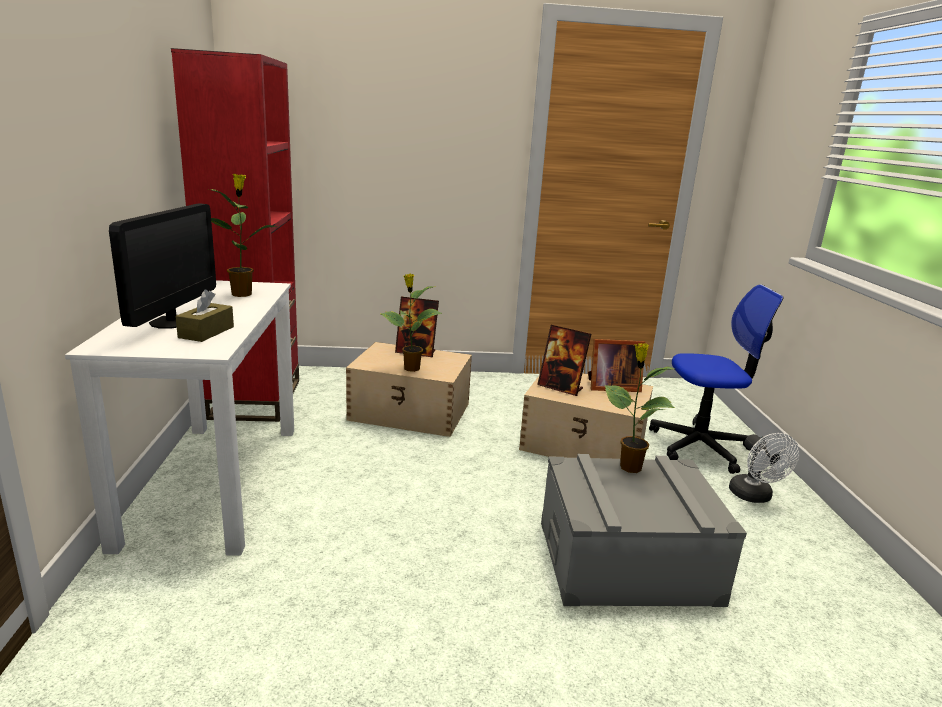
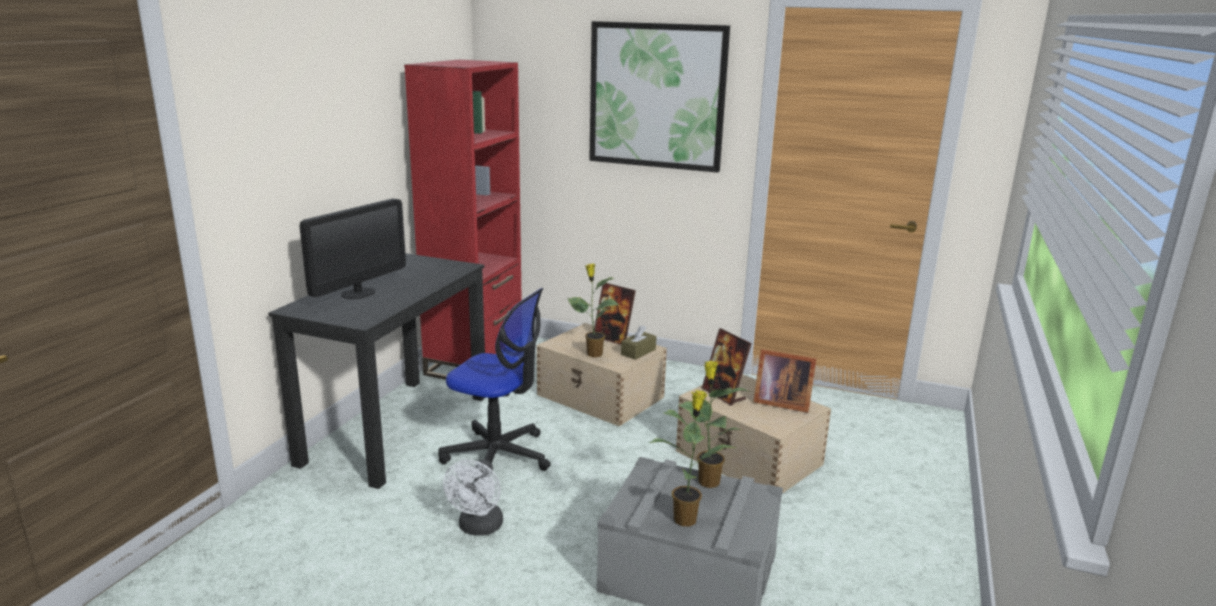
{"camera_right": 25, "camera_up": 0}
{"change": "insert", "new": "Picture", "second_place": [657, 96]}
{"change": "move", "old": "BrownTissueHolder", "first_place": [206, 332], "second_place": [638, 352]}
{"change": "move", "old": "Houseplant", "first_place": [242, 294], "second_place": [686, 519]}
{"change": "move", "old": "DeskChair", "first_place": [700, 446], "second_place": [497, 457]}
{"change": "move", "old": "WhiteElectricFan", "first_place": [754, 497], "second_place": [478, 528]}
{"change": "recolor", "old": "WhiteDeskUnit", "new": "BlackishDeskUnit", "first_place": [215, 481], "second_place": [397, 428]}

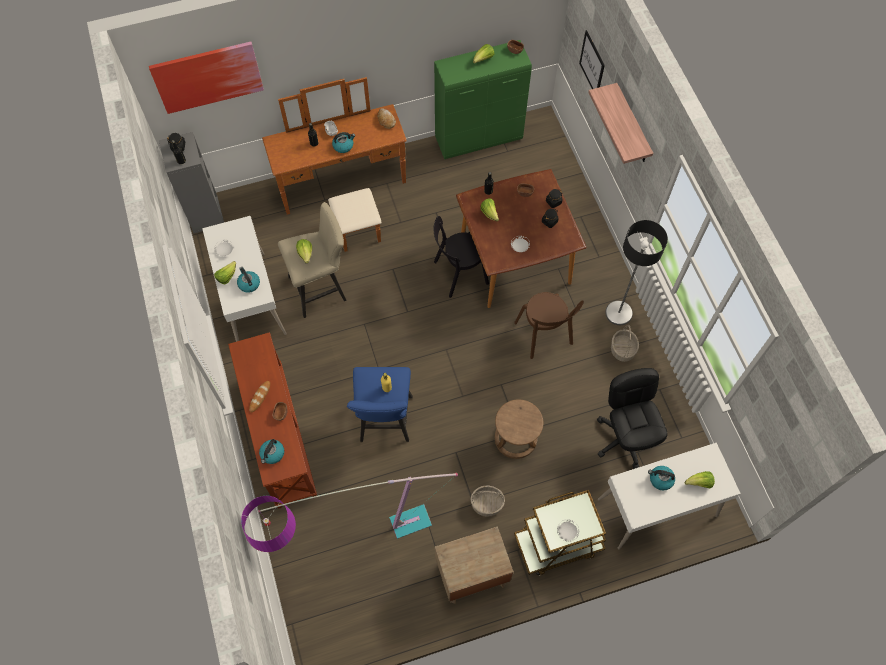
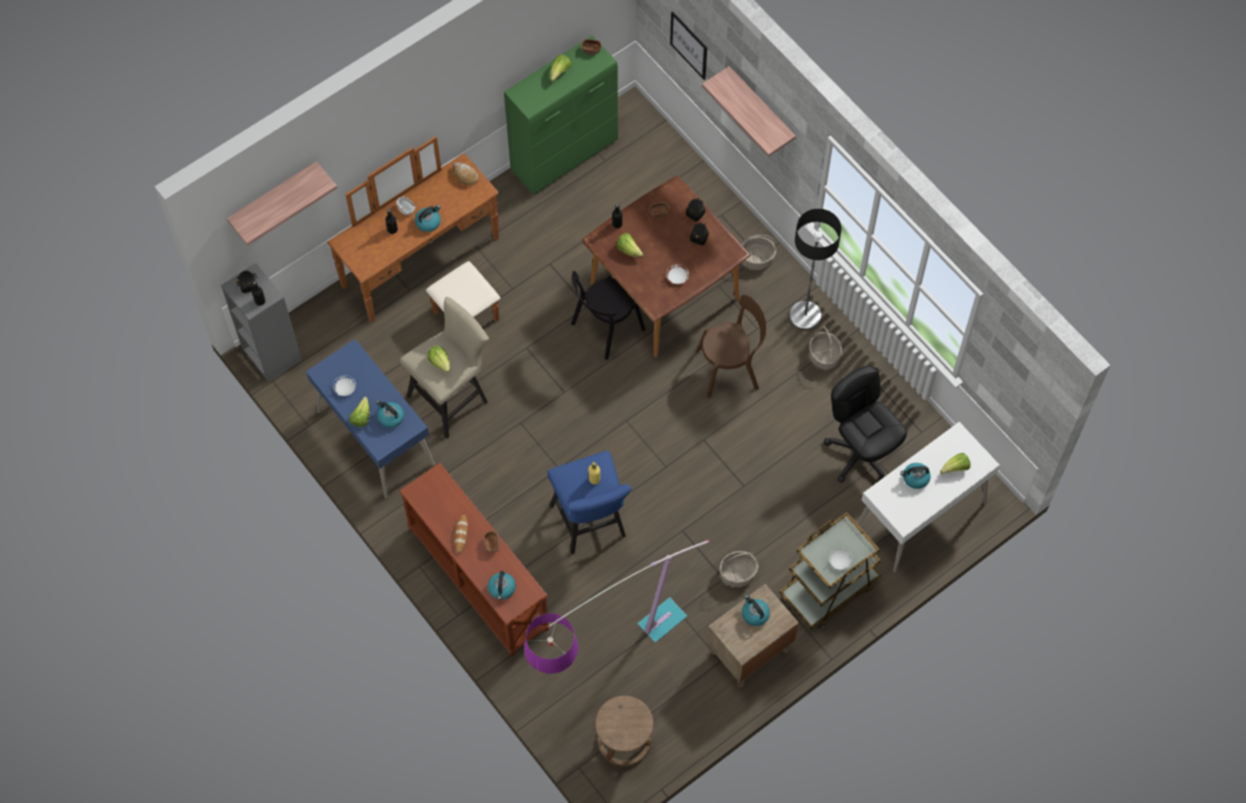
{"camera_right": -20, "camera_up": 0}
{"change": "insert", "new": "Basket", "second_place": [756, 259]}
{"change": "insert", "new": "TeaKettle", "second_place": [754, 614]}
{"change": "move", "old": "BrownStoolSeat", "first_place": [515, 439], "second_place": [624, 741]}
{"change": "replace", "old": "Picture", "new": "BracketShelf", "first_place": [207, 76], "second_place": [273, 197]}
{"change": "recolor", "old": "WhiteDeskUnit", "new": "BlueDeskUnit", "first_place": [251, 300], "second_place": [375, 438]}
{"change": "rotate", "old": "BrownUprightChair", "first_place": [544, 335], "second_place": [731, 368], "degrees": -60}

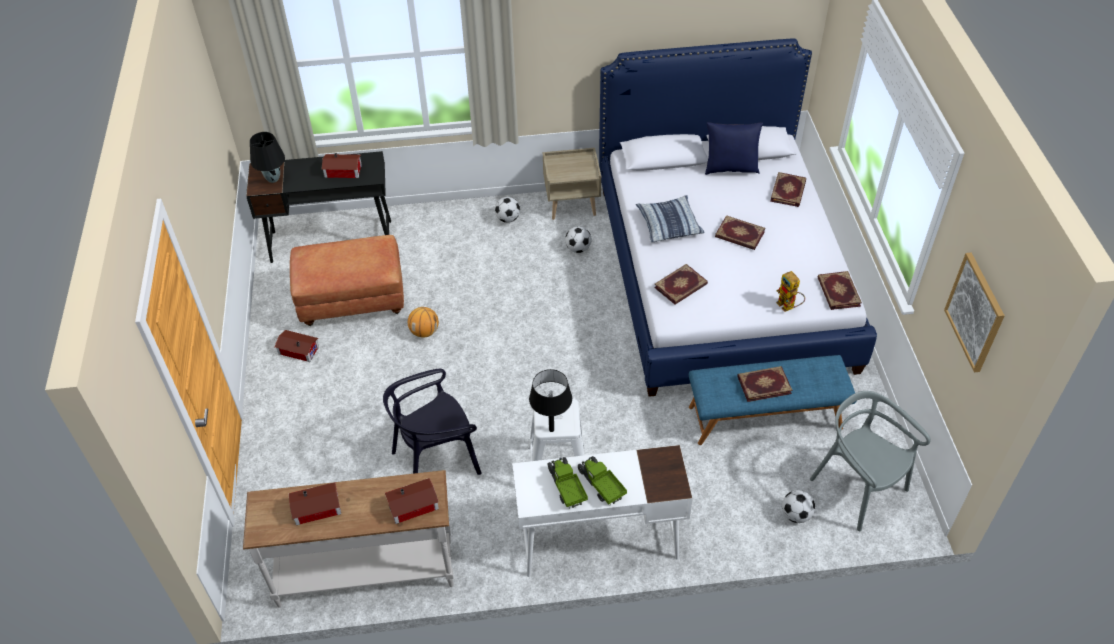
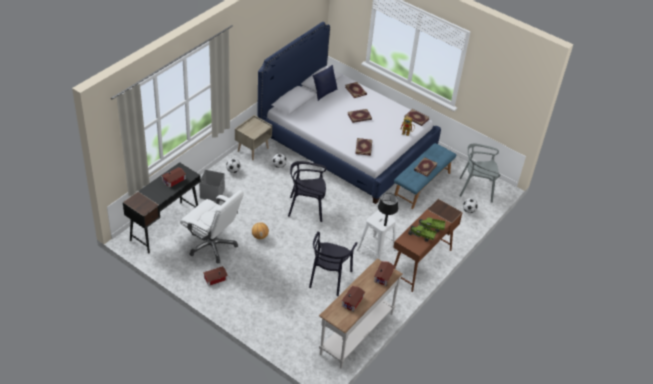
{"camera_right": -50, "camera_up": -5}
{"change": "delete", "old": "BlackishTabletopLamp", "first_place": [273, 178]}
{"change": "delete", "old": "Pillow", "first_place": [669, 224]}
{"change": "delete", "old": "Picture", "first_place": [975, 312]}
{"change": "insert", "new": "GreyishStorageBin", "second_place": [212, 192]}
{"change": "insert", "new": "BlackishUprightChair", "second_place": [306, 208]}
{"change": "replace", "old": "BrownPouffe", "new": "WhiteDeskChair", "first_place": [352, 303], "second_place": [212, 245]}
{"change": "recolor", "old": "WhiteDeskUnit", "new": "BrownDeskUnit", "first_place": [598, 543], "second_place": [421, 264]}

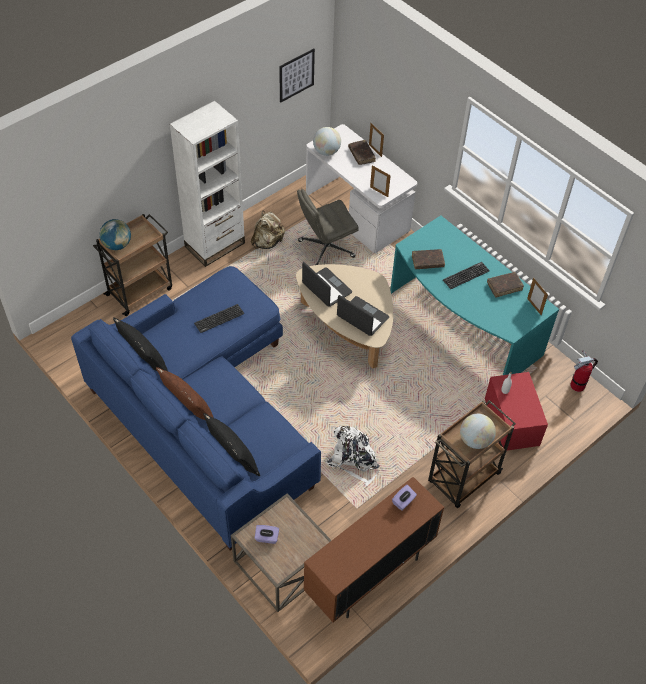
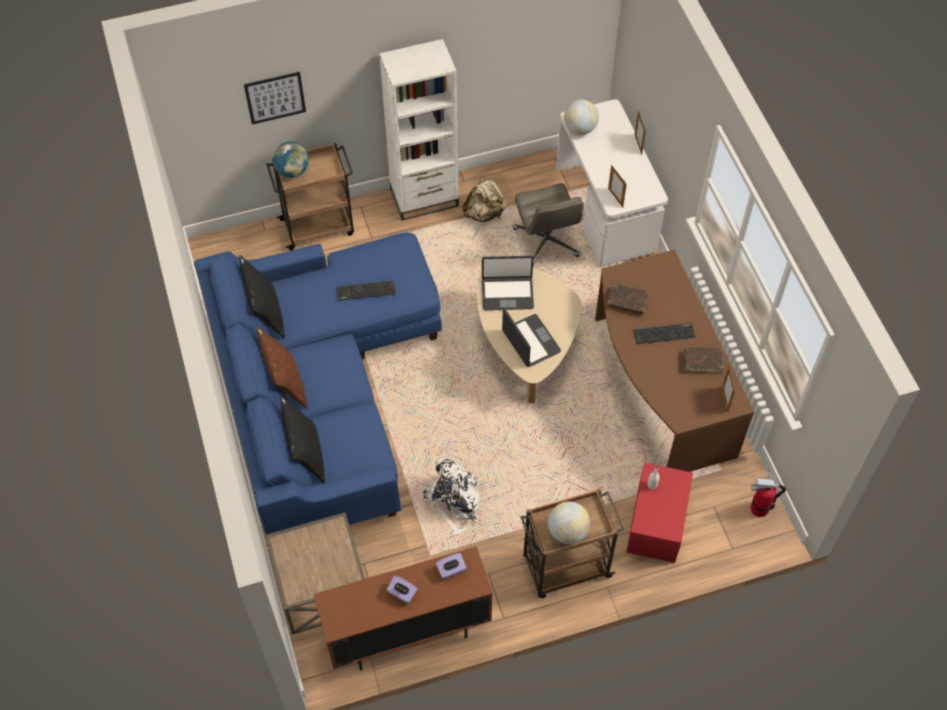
{"camera_right": 25, "camera_up": 5}
{"change": "delete", "old": "BrownBoundBook", "first_place": [361, 155]}
{"change": "move", "old": "PurplishTissueHolder", "first_place": [266, 538], "second_place": [402, 593]}
{"change": "move", "old": "Picture", "first_place": [296, 75], "second_place": [275, 97]}
{"change": "recolor", "old": "BlueGreenDeskUnit", "new": "BrownDeskUnit", "first_place": [461, 325], "second_place": [658, 388]}
{"change": "rotate", "old": "GreyishDeskChair", "first_place": [325, 249], "second_place": [546, 243], "degrees": -105}
{"change": "rotate", "old": "NotebookComputer", "first_place": [326, 288], "second_place": [507, 293], "degrees": 105}

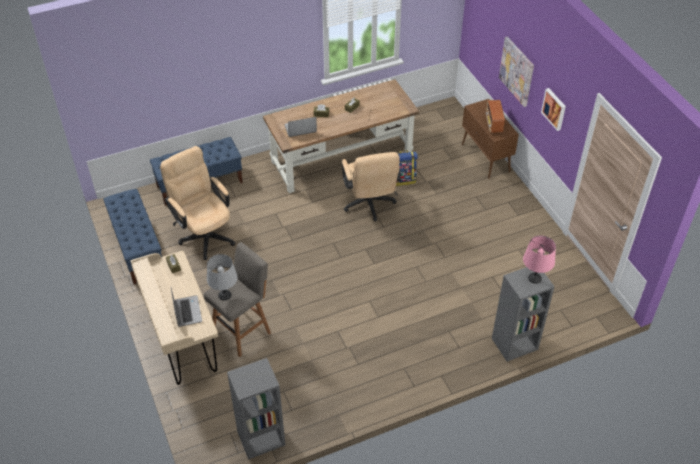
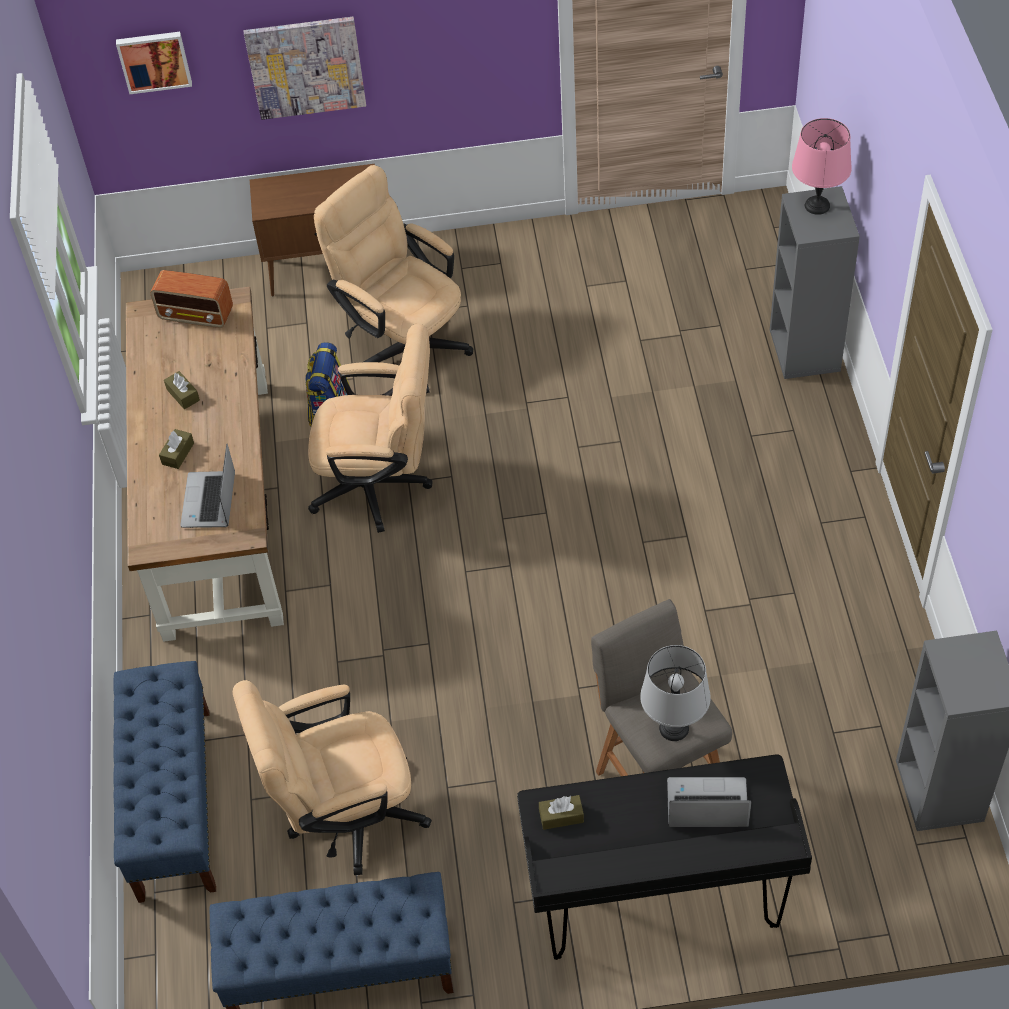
{"camera_right": -70, "camera_up": 5}
{"change": "insert", "new": "BeigeColouredDeskChair", "second_place": [404, 343]}
{"change": "move", "old": "RadioReceiver", "first_place": [493, 124], "second_place": [197, 315]}
{"change": "move", "old": "Picture", "first_place": [554, 108], "second_place": [154, 60]}
{"change": "recolor", "old": "BeigeColouredDeskUnit", "new": "BlackishDeskUnit", "first_place": [182, 342], "second_place": [658, 905]}

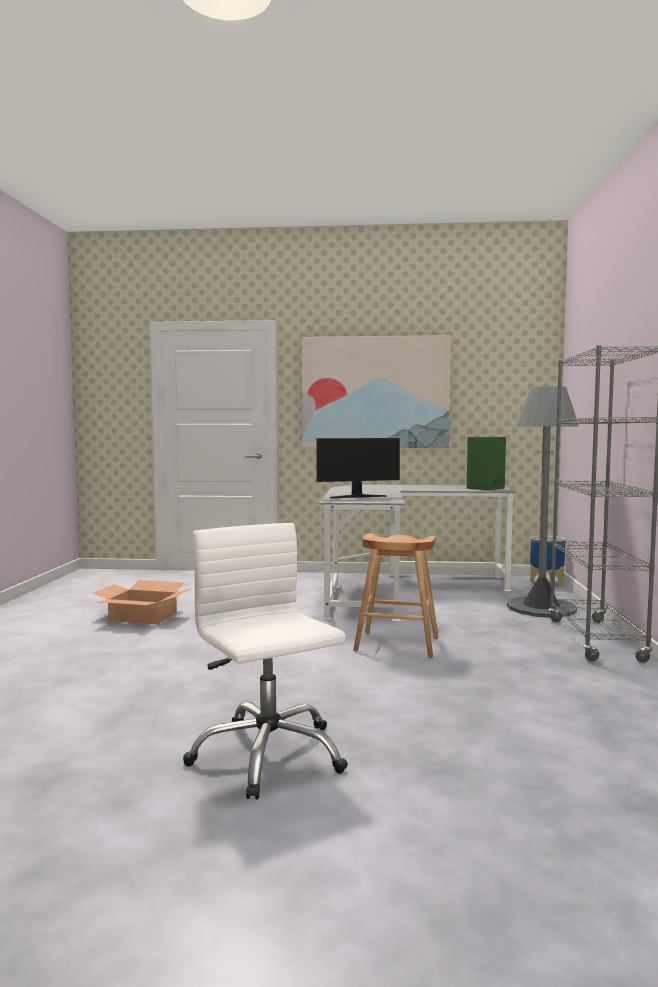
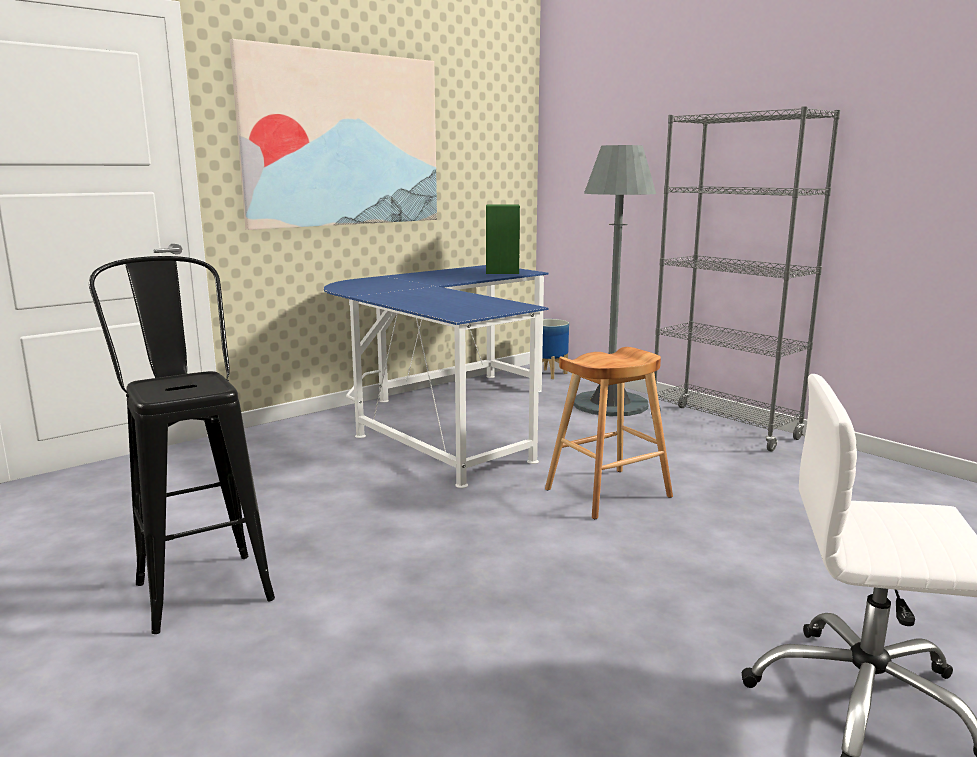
{"camera_right": -45, "camera_up": 10}
{"change": "delete", "old": "Monitor", "first_place": [357, 497]}
{"change": "replace", "old": "Carton", "new": "BlackishStoolSeat", "first_place": [143, 617], "second_place": [199, 581]}
{"change": "recolor", "old": "GreyishDeskUnit", "new": "BlueDeskUnit", "first_place": [400, 590], "second_place": [441, 419]}

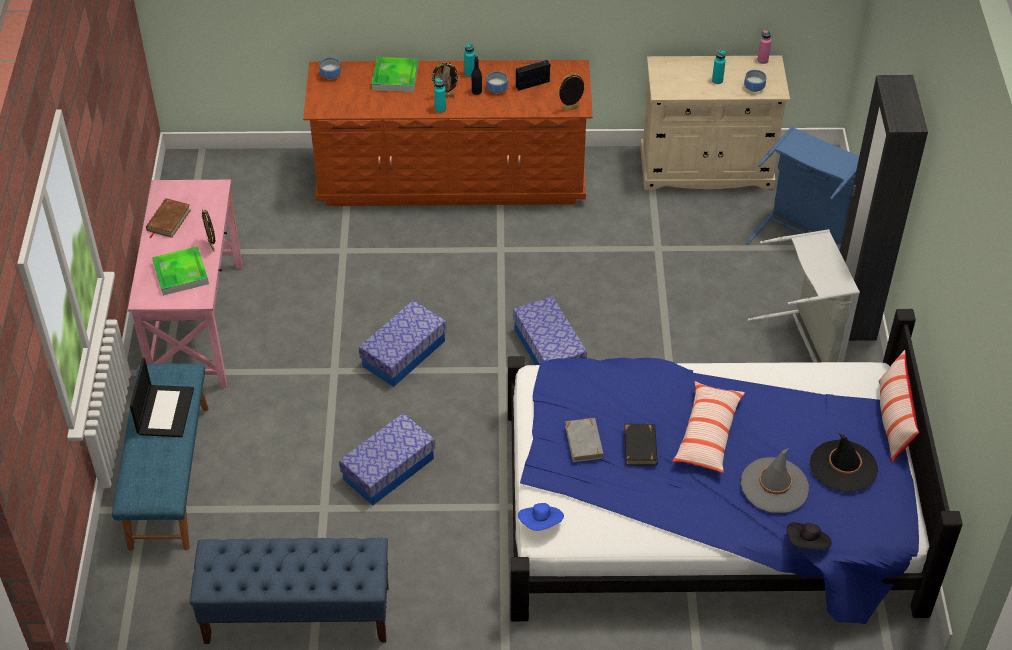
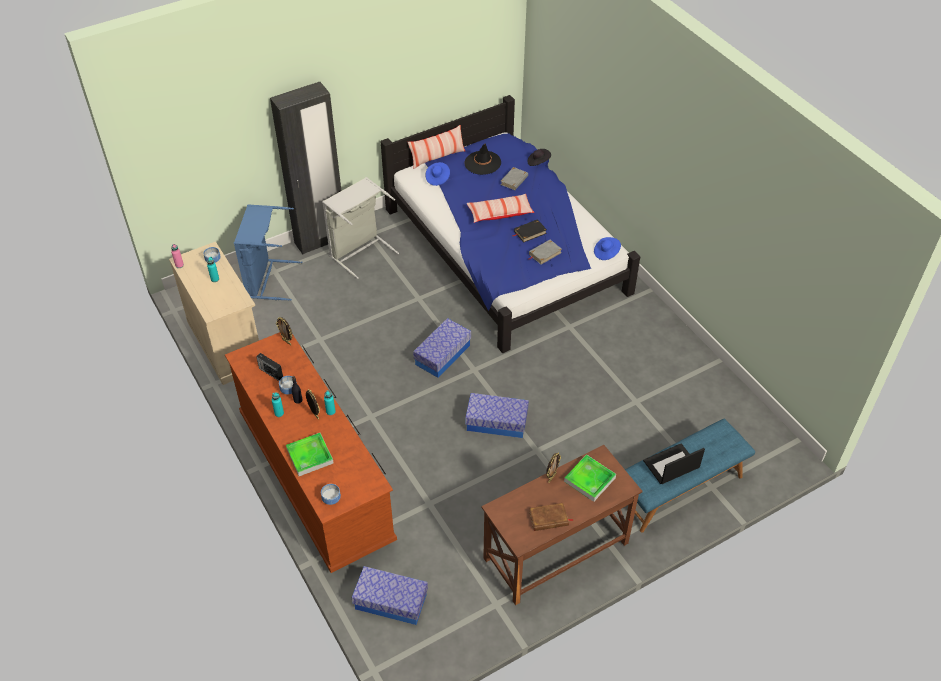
{"camera_right": -120, "camera_up": 0}
{"change": "delete", "old": "BlueIndoorBench", "first_place": [296, 614]}
{"change": "insert", "new": "BlueClothingHat", "second_place": [437, 178]}
{"change": "move", "old": "StorageBin", "first_place": [388, 469], "second_place": [390, 602]}
{"change": "replace", "old": "GreyishClothingHat", "new": "GreyishBoundBook", "first_place": [774, 485], "second_place": [514, 180]}
{"change": "recolor", "old": "PinkDeskUnit", "new": "BrownDeskUnit", "first_place": [197, 324], "second_place": [556, 551]}

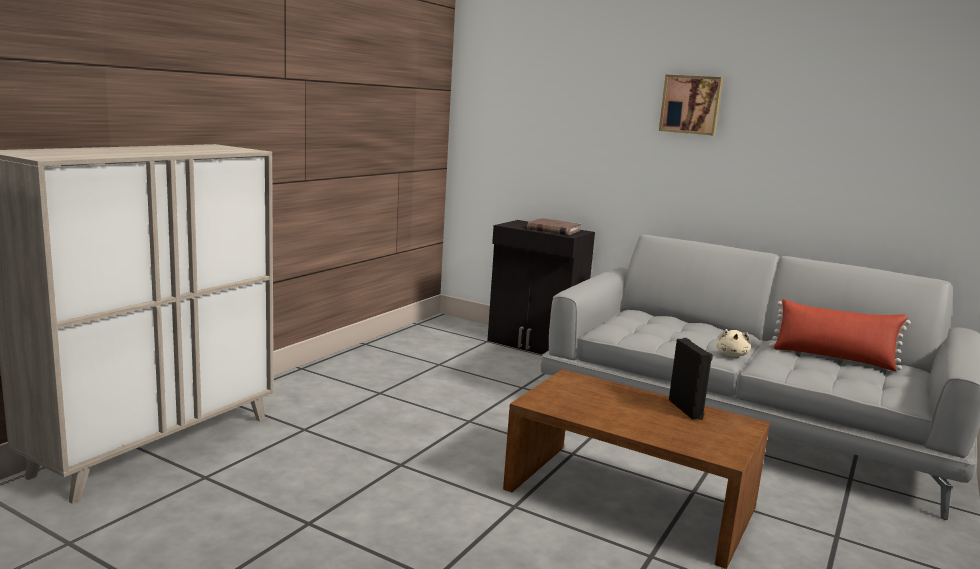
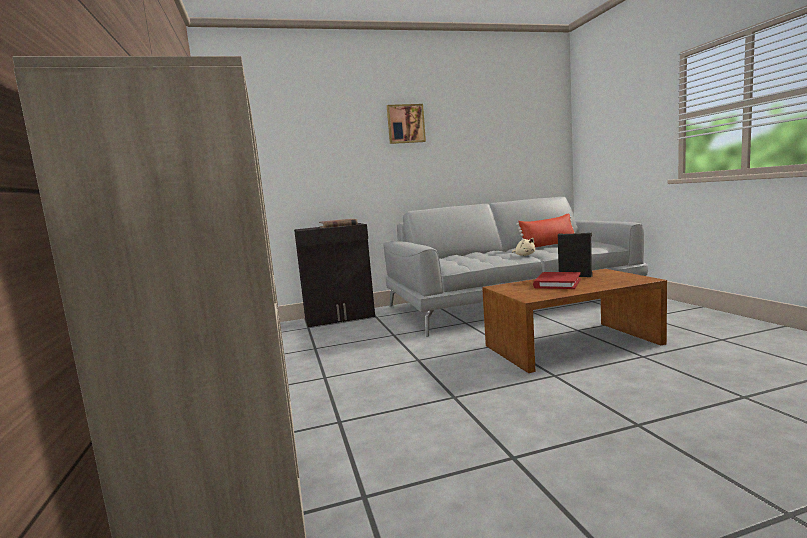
{"camera_right": -45, "camera_up": -5}
{"change": "insert", "new": "RedColouredBoundBook", "second_place": [557, 283]}

